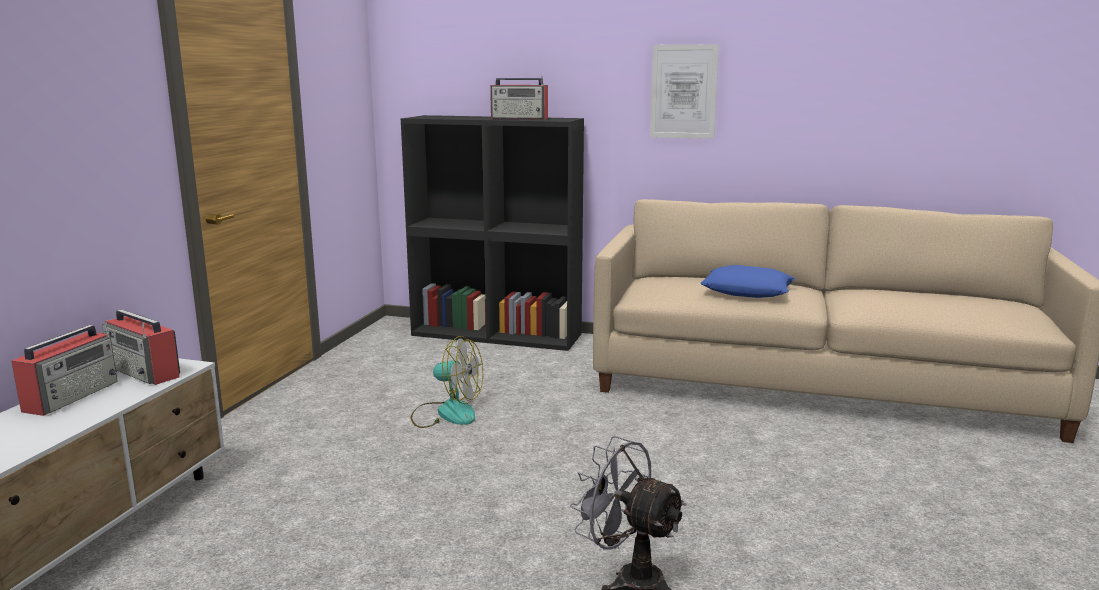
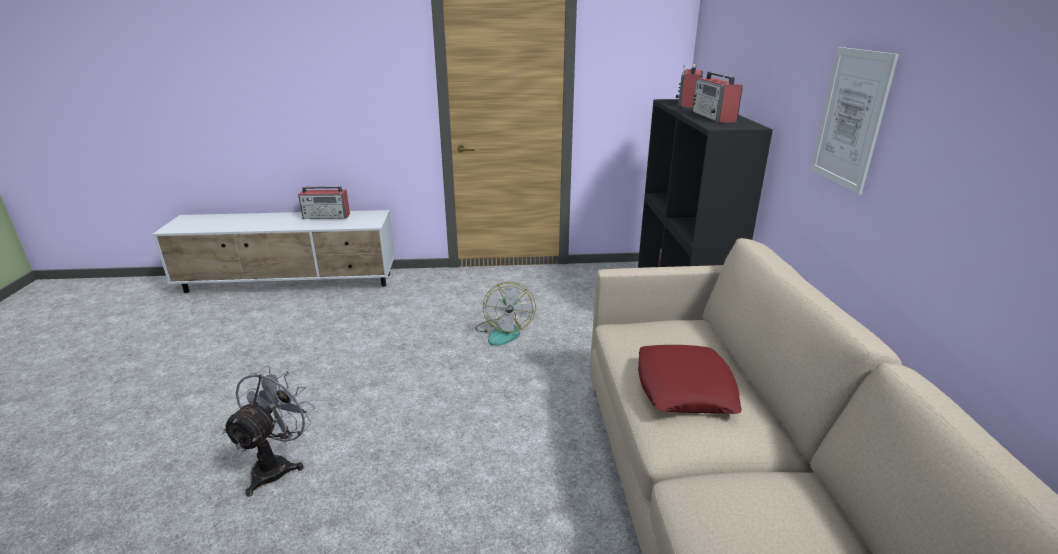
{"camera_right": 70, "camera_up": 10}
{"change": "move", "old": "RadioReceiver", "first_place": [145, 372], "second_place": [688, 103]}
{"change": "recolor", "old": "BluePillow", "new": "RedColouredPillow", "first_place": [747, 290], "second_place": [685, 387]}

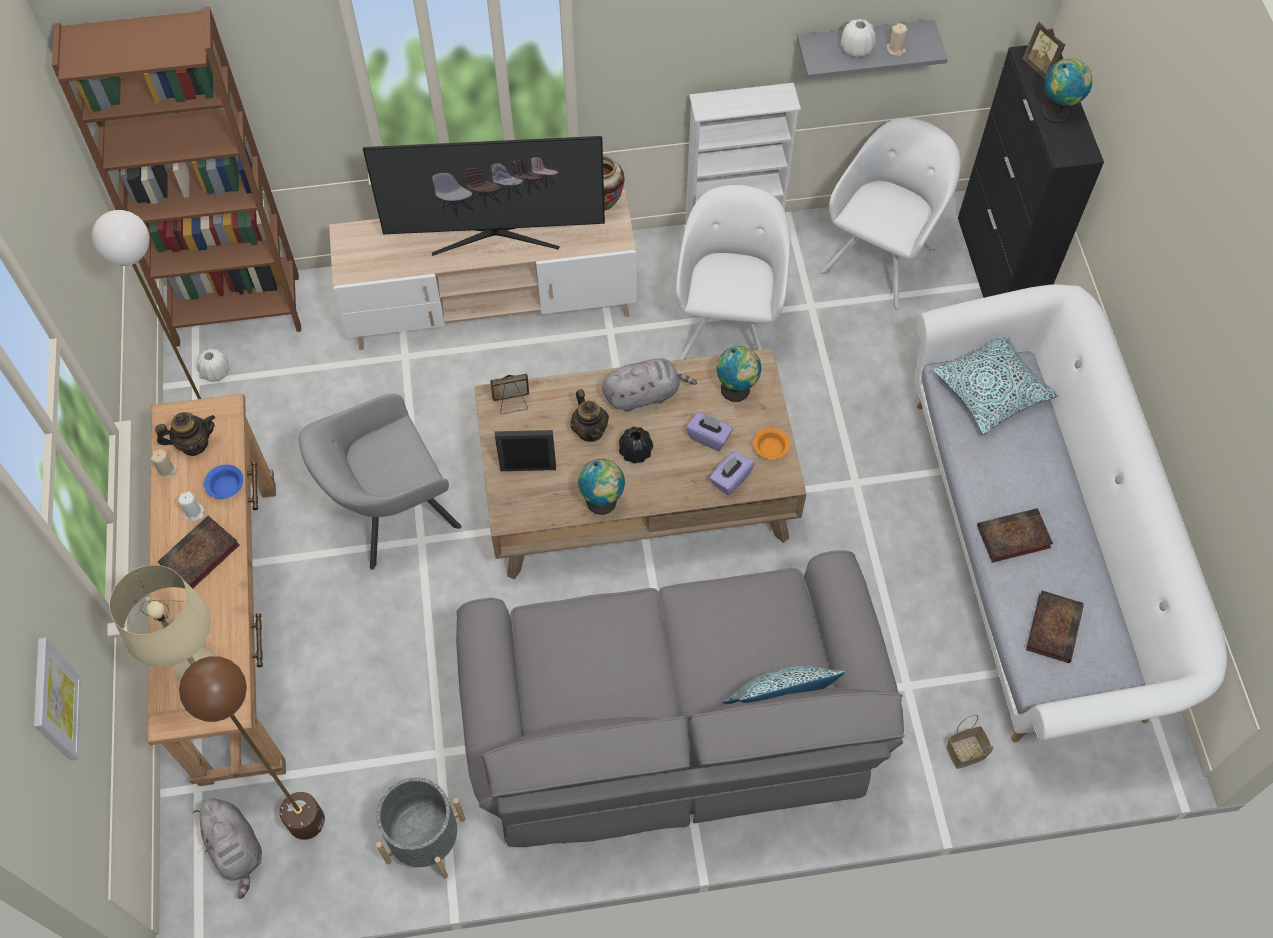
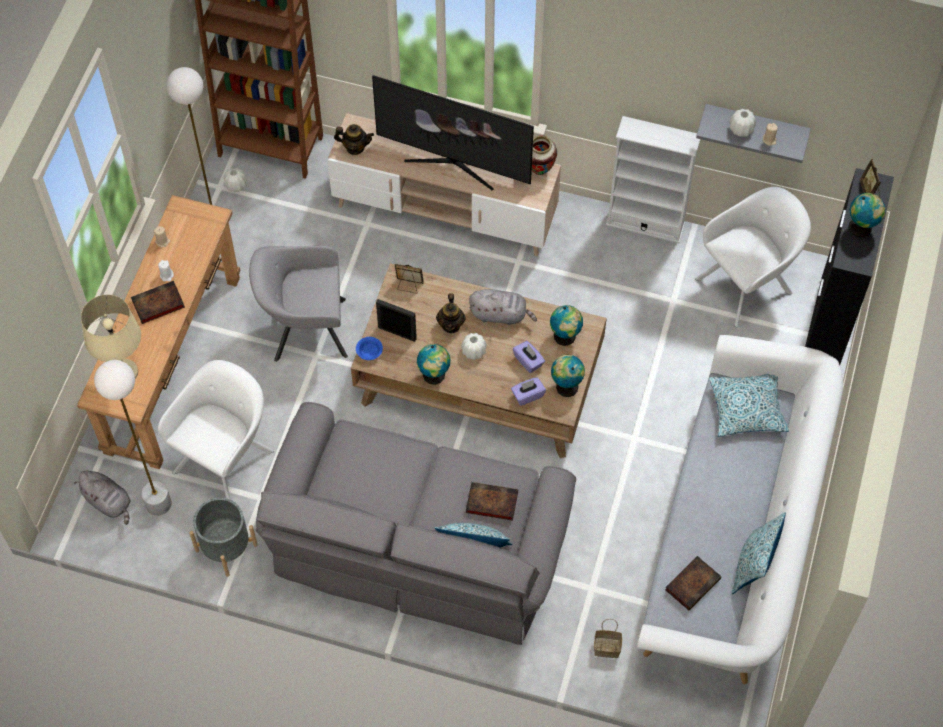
{"camera_right": 25, "camera_up": 0}
{"change": "delete", "old": "Picture", "first_place": [54, 700]}
{"change": "insert", "new": "Pillow", "second_place": [753, 566]}
{"change": "move", "old": "PotForTea", "first_place": [194, 444], "second_place": [355, 147]}
{"change": "move", "old": "BlueBowl", "first_place": [225, 486], "second_place": [369, 351]}
{"change": "move", "old": "WhiteArmchair", "first_place": [728, 322], "second_place": [226, 457]}
{"change": "move", "old": "BoundBook", "first_place": [1012, 538], "second_place": [490, 502]}
{"change": "replace", "old": "OrangeyBowl", "new": "WorldGlobe", "first_place": [770, 448], "second_place": [566, 386]}
{"change": "recolor", "old": "BrownStandardLamp", "new": "WhiteStandardLamp", "first_place": [306, 821], "second_place": [158, 504]}
{"change": "recolor", "old": "BlackishDecorativeVase", "new": "WhiteDecorativeVase", "first_place": [635, 452], "second_place": [474, 351]}
{"change": "rotate", "old": "GreyishSoftToy", "first_place": [236, 849], "second_place": [108, 502], "degrees": -45}

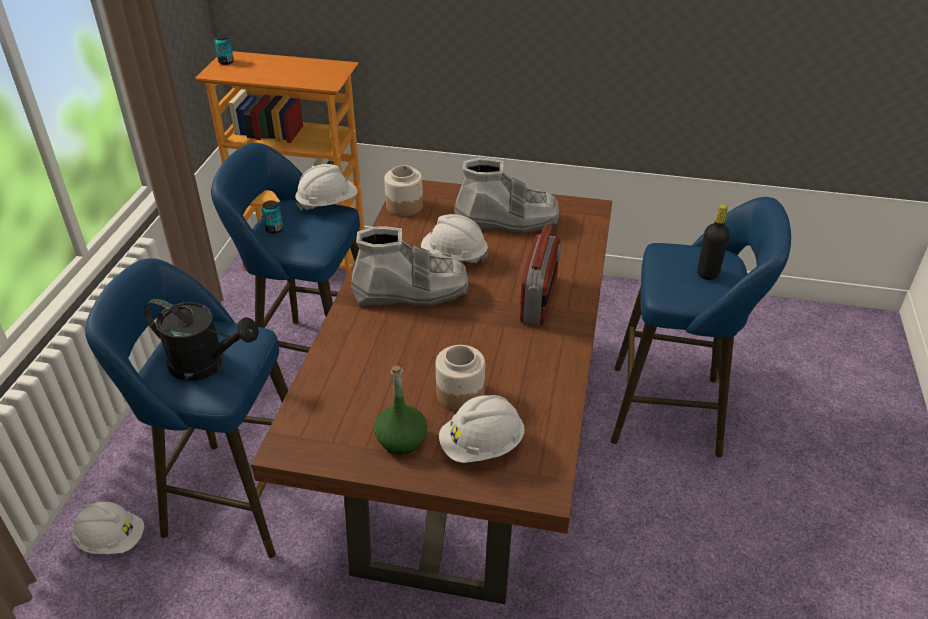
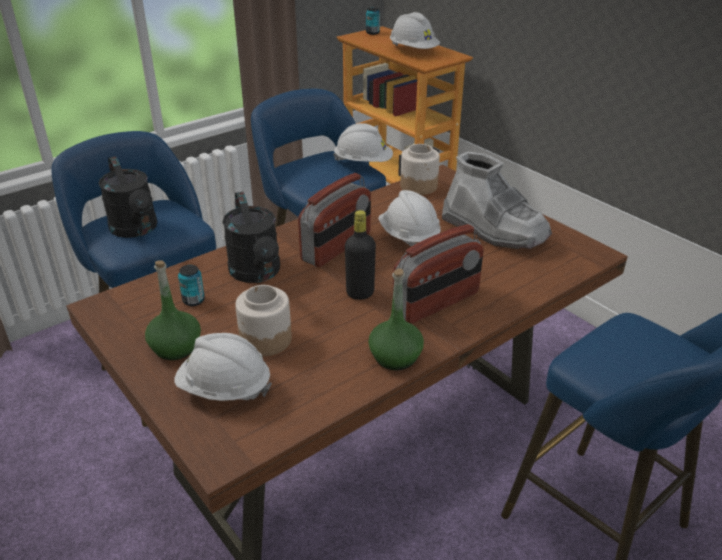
{"camera_right": 40, "camera_up": -5}
{"change": "insert", "new": "BlackishSprinklingCan", "second_place": [257, 273]}
{"change": "insert", "new": "GreenColouredDrinkBottle", "second_place": [395, 357]}
{"change": "move", "old": "WhiteWorkHelmet", "first_place": [112, 540], "second_place": [413, 51]}
{"change": "move", "old": "Can", "first_place": [274, 229], "second_place": [193, 300]}
{"change": "move", "old": "BlackishDrinkBottle", "first_place": [707, 273], "second_place": [360, 293]}
{"change": "replace", "old": "GreyishBoot", "new": "RadioReceiver", "first_place": [411, 291], "second_place": [337, 247]}

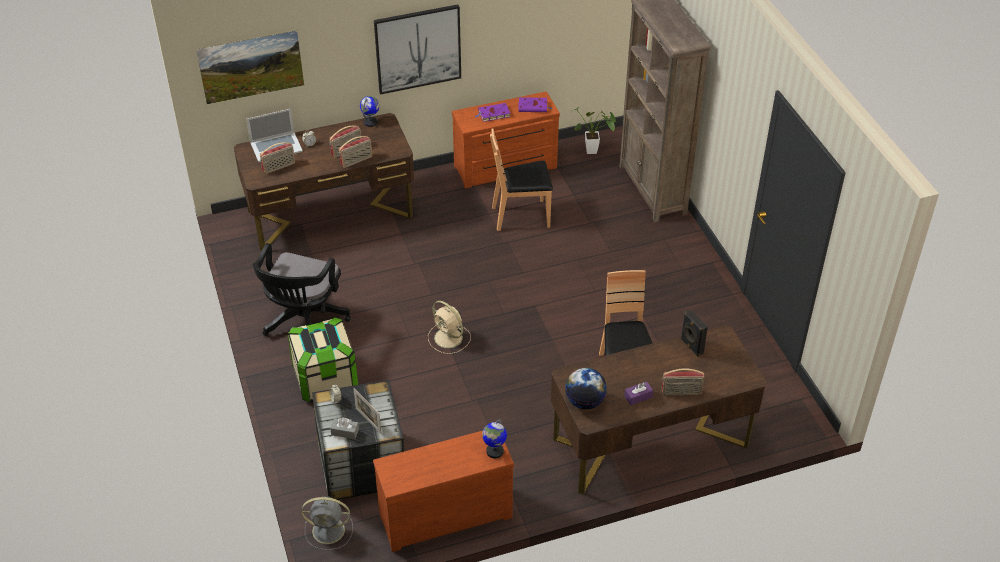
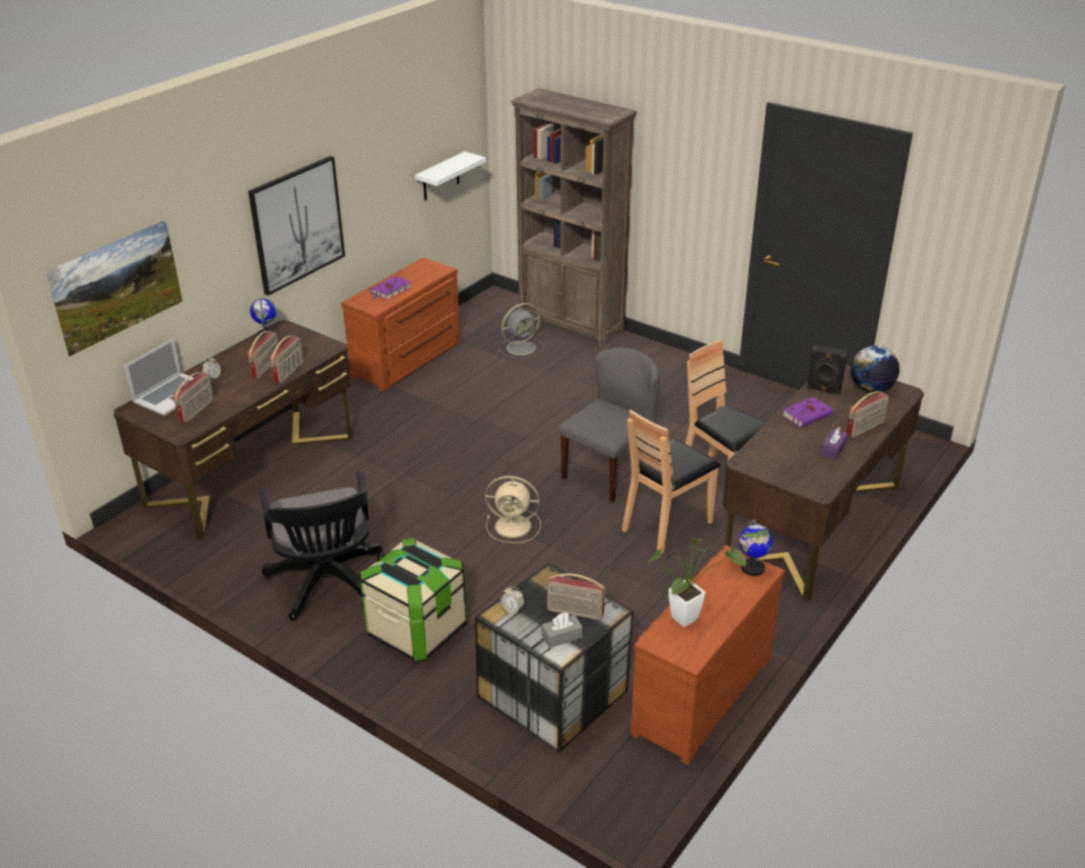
{"camera_right": -35, "camera_up": -10}
{"change": "insert", "new": "WhiteBracketShelf", "second_place": [441, 177]}
{"change": "insert", "new": "GreyishUprightChair", "second_place": [609, 472]}
{"change": "move", "old": "GreyishElectricFan", "first_place": [330, 530], "second_place": [522, 347]}
{"change": "move", "old": "BrownUprightChair", "first_place": [521, 216], "second_place": [666, 525]}
{"change": "move", "old": "PurplishBoundBook", "first_place": [533, 107], "second_place": [808, 414]}
{"change": "move", "old": "WorldGlobe", "first_place": [585, 401], "second_place": [871, 389]}
{"change": "move", "old": "Houseplant", "first_place": [594, 151], "second_place": [689, 616]}
{"change": "replace", "old": "PictureFrame", "new": "RadioReceiver", "first_place": [368, 421], "second_place": [575, 612]}

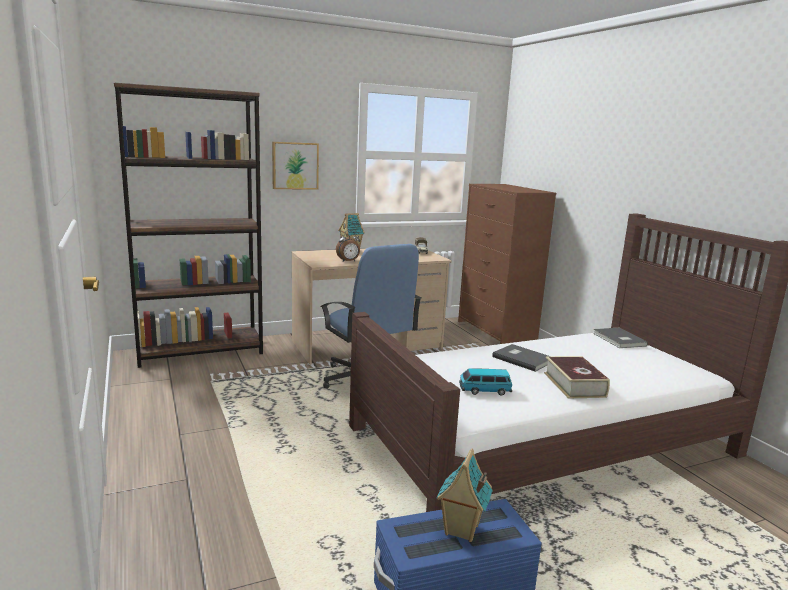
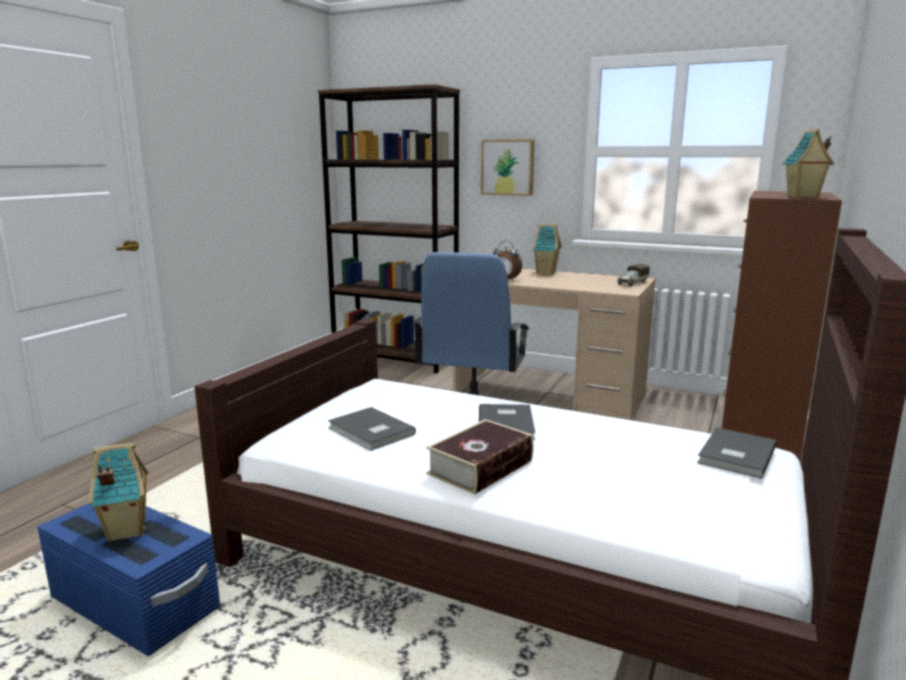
{"camera_right": 50, "camera_up": 0}
{"change": "insert", "new": "MiniatureHouse", "second_place": [802, 197]}
{"change": "replace", "old": "MiniatureCar", "new": "GreyishBoundBook", "first_place": [484, 390], "second_place": [370, 432]}

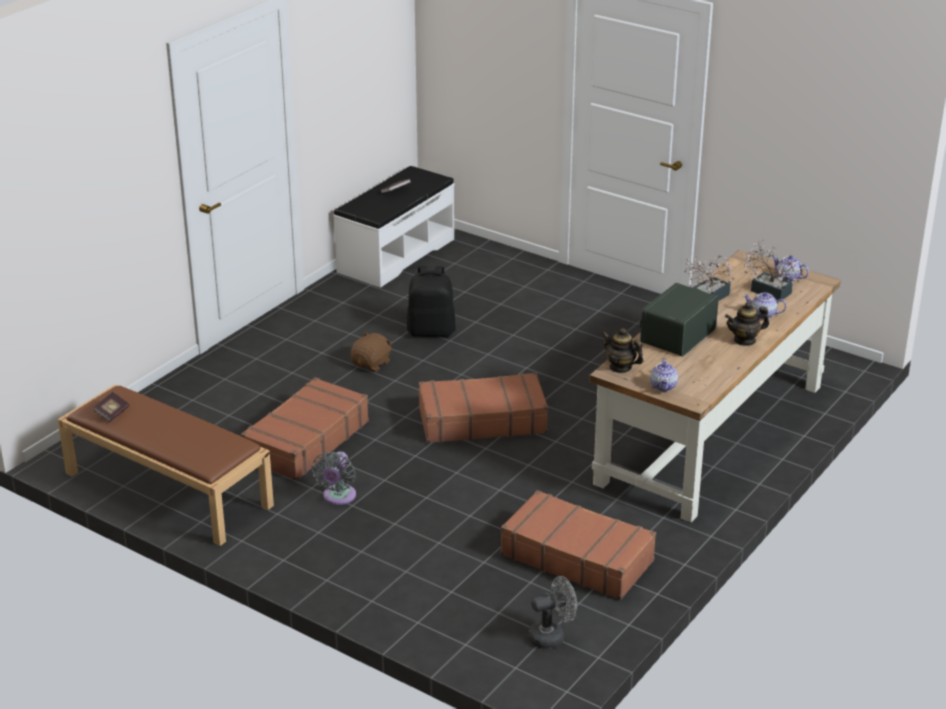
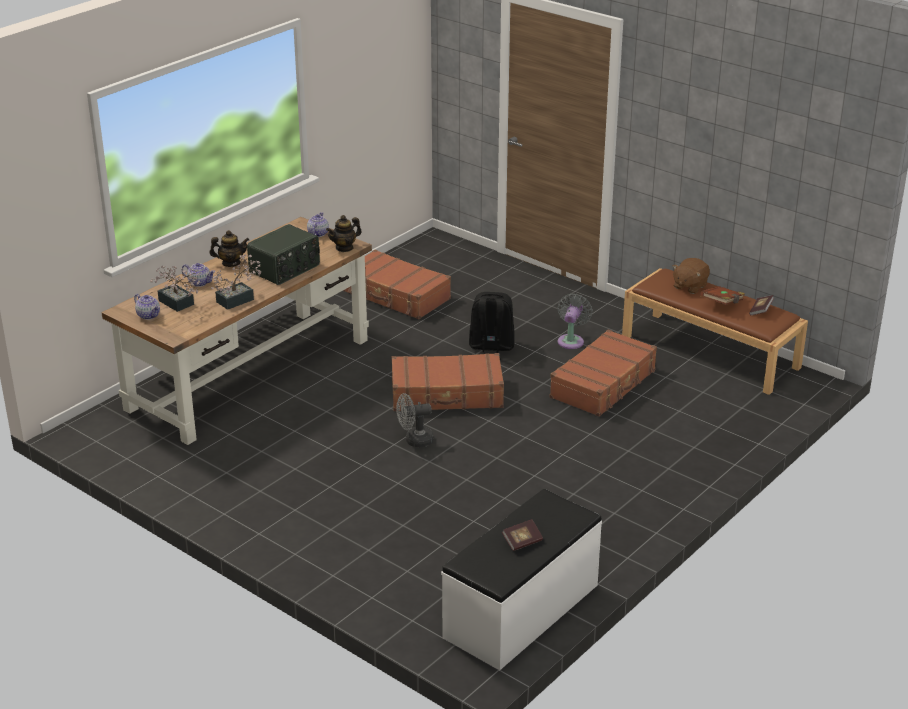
{"camera_right": -175, "camera_up": 0}
{"change": "insert", "new": "BrownBoundBook", "second_place": [722, 304]}
{"change": "move", "old": "BrownSoftToy", "first_place": [372, 364], "second_place": [689, 286]}
{"change": "move", "old": "BlackishBackpack", "first_place": [431, 331], "second_place": [491, 347]}
{"change": "move", "old": "GreyishElectricFan", "first_place": [552, 636], "second_place": [414, 440]}
{"change": "rotate", "old": "PotForTea", "first_place": [620, 367], "second_place": [344, 248], "degrees": 105}

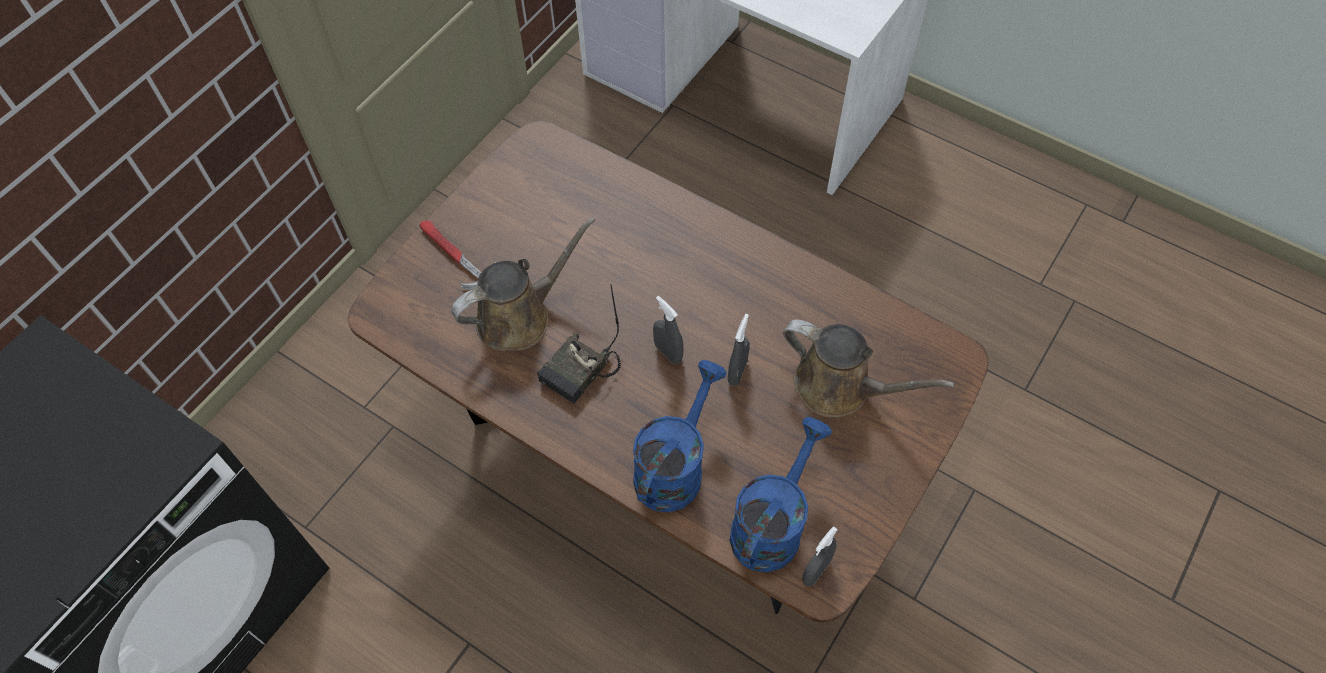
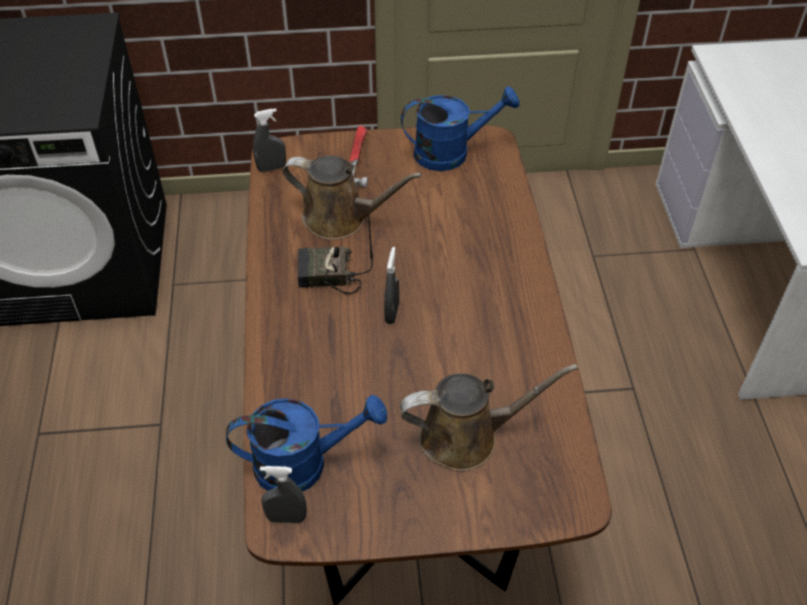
{"camera_right": 50, "camera_up": -10}
{"change": "move", "old": "BlueSprinklingCan", "first_place": [674, 466], "second_place": [451, 152]}
{"change": "move", "old": "GreyishSprayer", "first_place": [737, 372], "second_place": [271, 168]}
{"change": "rotate", "old": "BrownSprinklingCan", "first_place": [840, 387], "second_place": [467, 436], "degrees": -90}

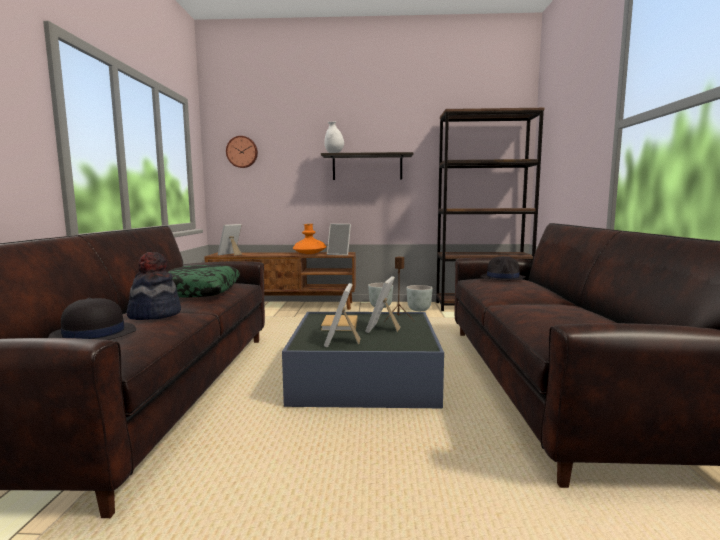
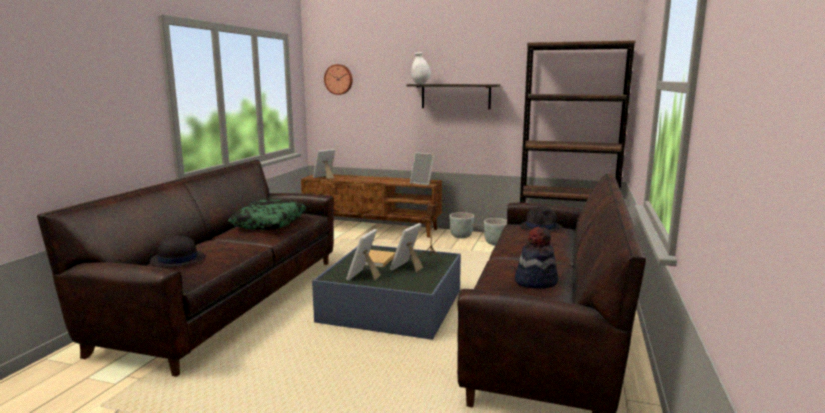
{"camera_right": 15, "camera_up": 5}
{"change": "delete", "old": "OrangeyDecorativeVase", "first_place": [309, 254]}
{"change": "move", "old": "ClothingHat", "first_place": [154, 314], "second_place": [535, 281]}

